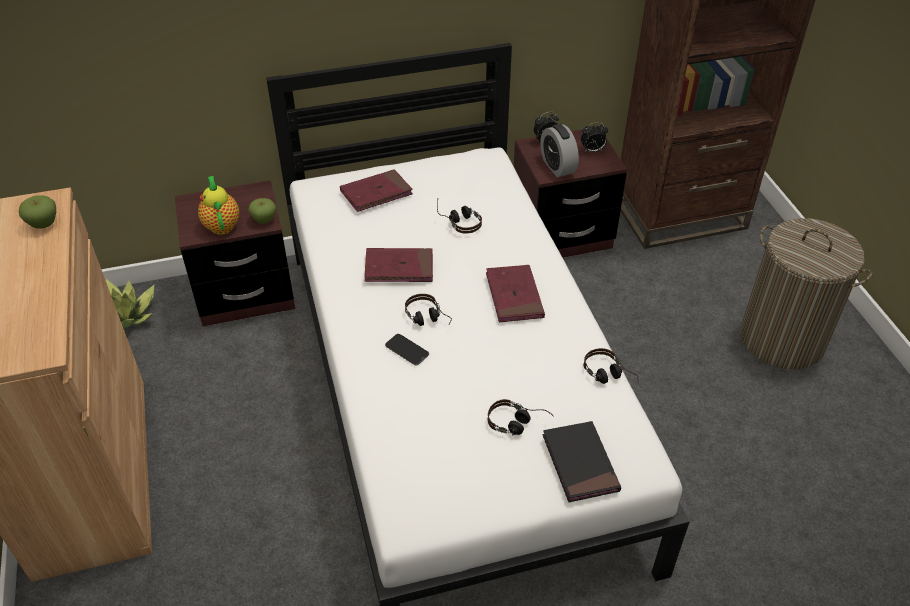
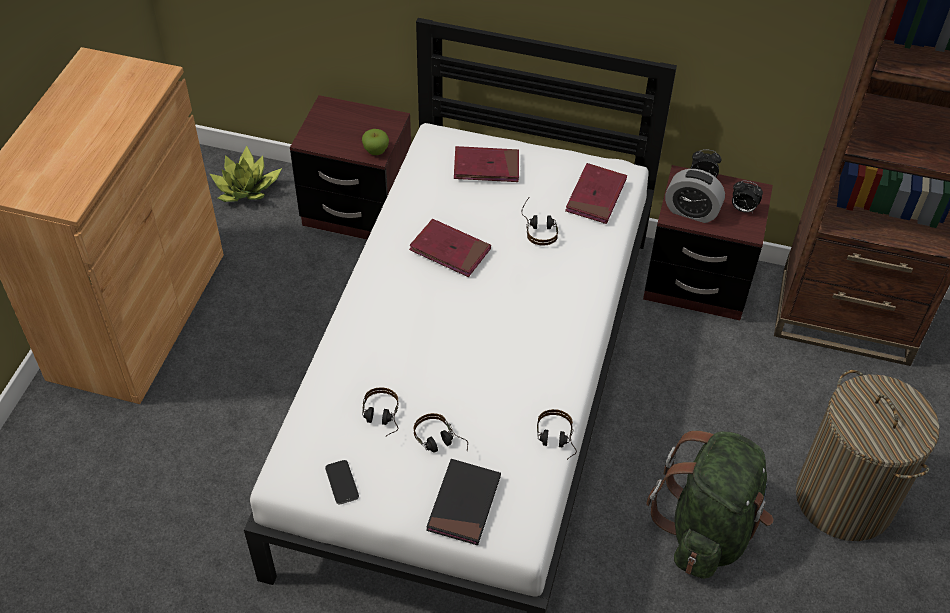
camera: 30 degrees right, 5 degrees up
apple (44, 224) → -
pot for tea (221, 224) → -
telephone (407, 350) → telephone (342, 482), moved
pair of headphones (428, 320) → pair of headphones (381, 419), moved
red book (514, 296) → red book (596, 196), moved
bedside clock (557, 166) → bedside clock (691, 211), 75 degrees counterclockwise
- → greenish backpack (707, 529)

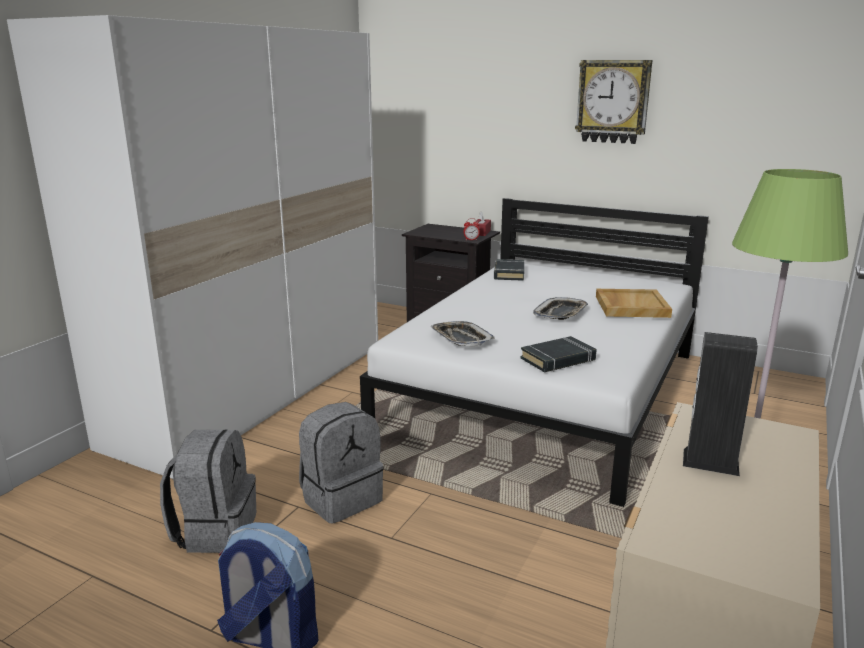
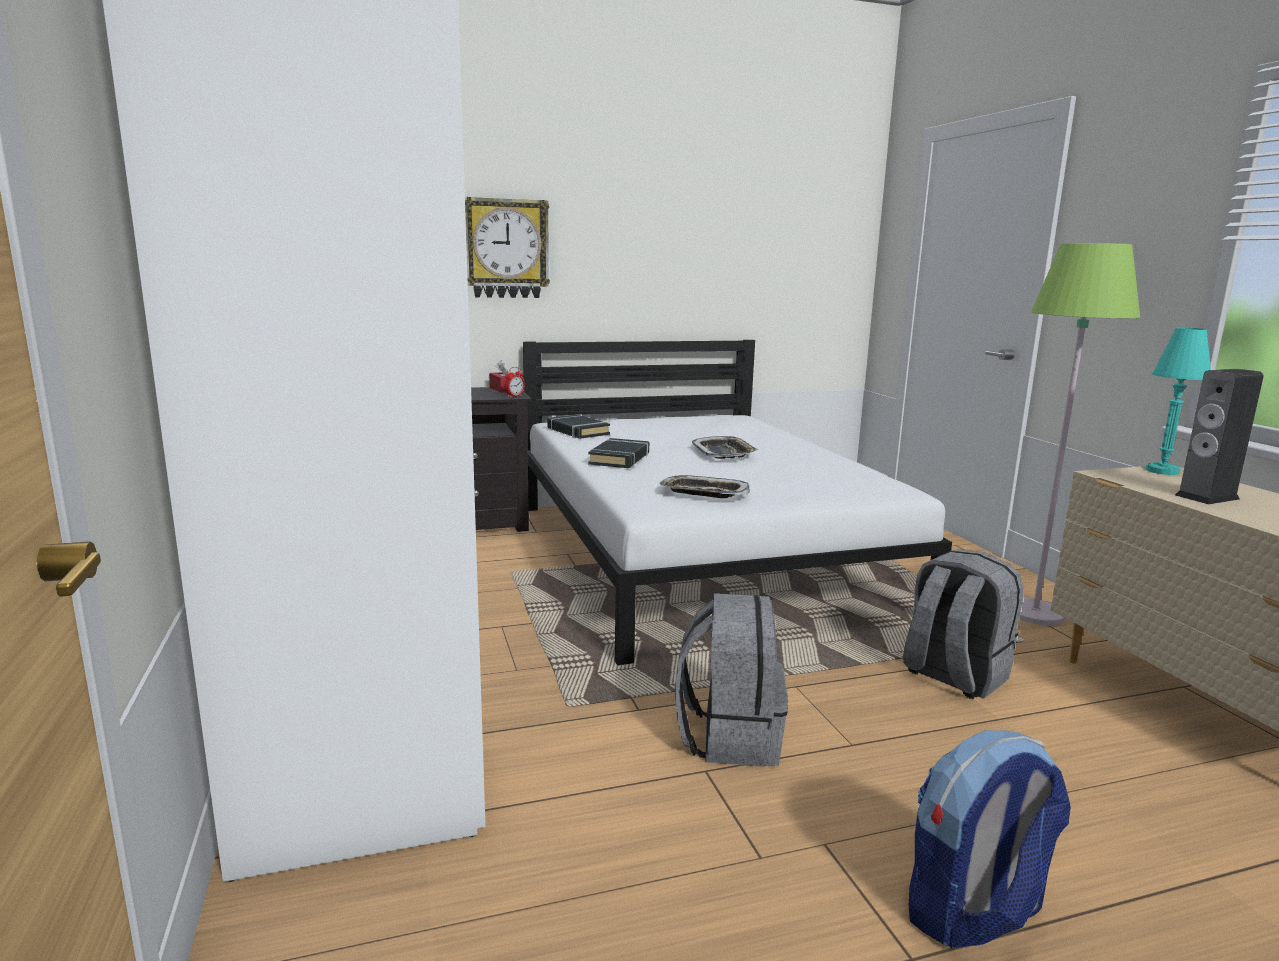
camera: 45 degrees left, 5 degrees down
greyish backpack (215, 530) → greyish backpack (953, 676), moved
black book (558, 359) → black book (620, 459), moved
clock on the wall (613, 101) → clock on the wall (506, 249), moved
sand-coloured tray (631, 306) → -
- → blue-green tabletop lamp (1162, 471)

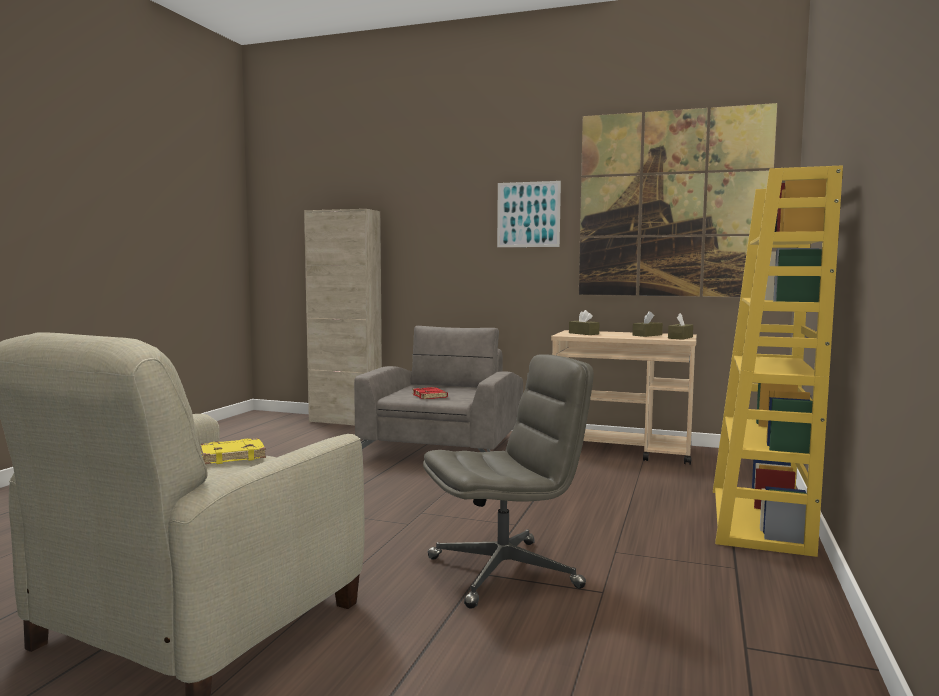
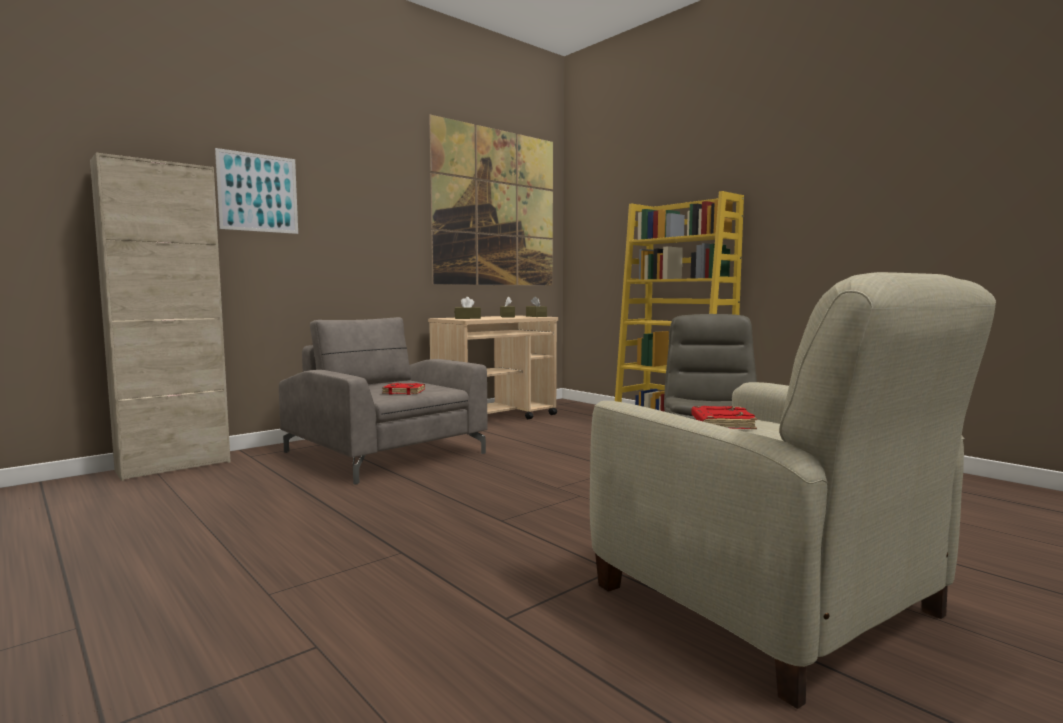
camera: 60 degrees left, 0 degrees up
yellow book (233, 456) → red book (721, 423)
wall picture (528, 214) → wall picture (258, 193), moved

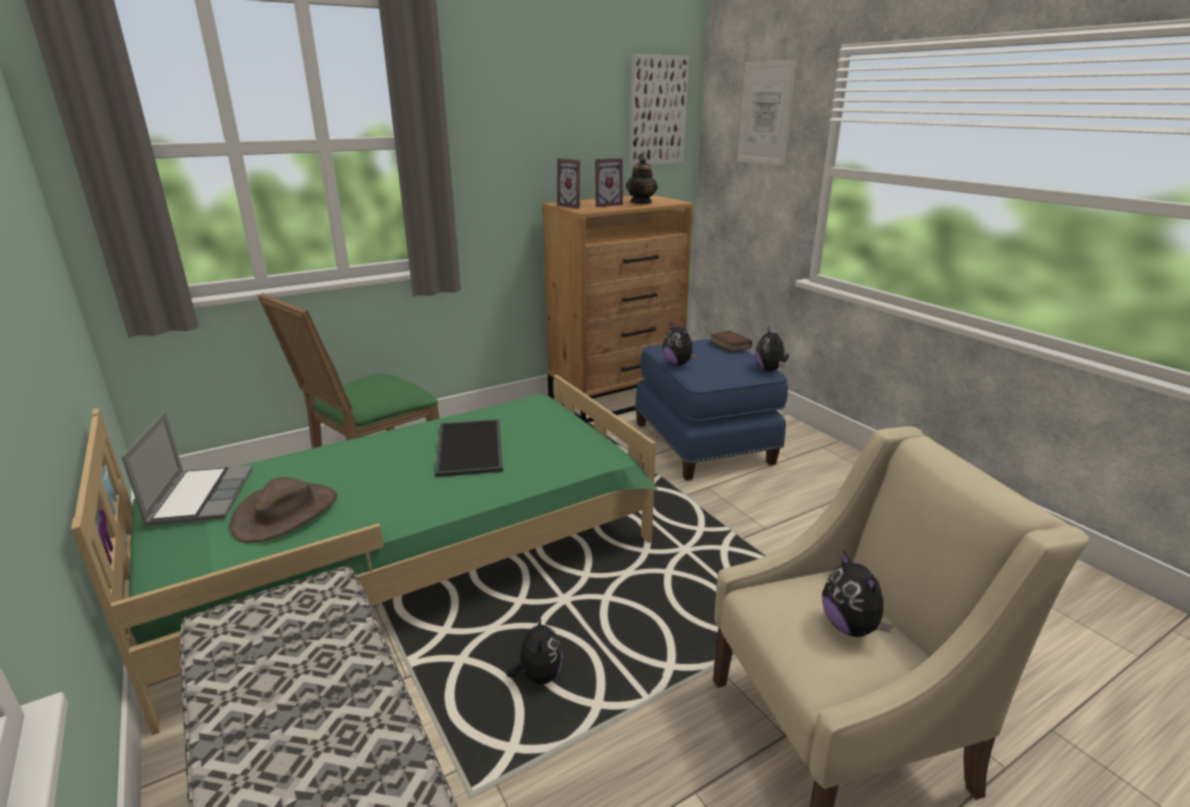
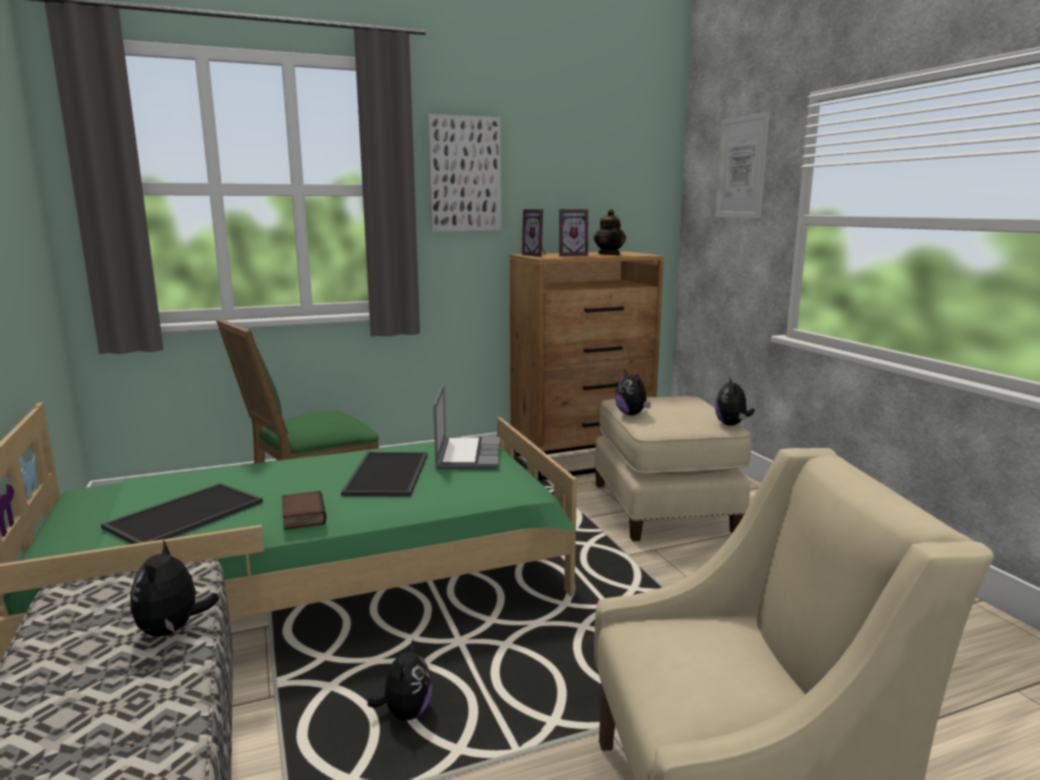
camera: 10 degrees right, 10 degrees down
laptop (200, 496) → laptop (467, 455), moved
brown clothing hat (286, 513) → tray (185, 514)
pot for tea (641, 202) → pot for tea (609, 254), 45 degrees counterclockwise
wall picture (657, 111) → wall picture (465, 174), moved
bluish footrest (705, 442) → sand-coloured footrest (665, 507)
book (728, 345) → book (301, 515), moved
plush toy (850, 627) → plush toy (173, 630), moved

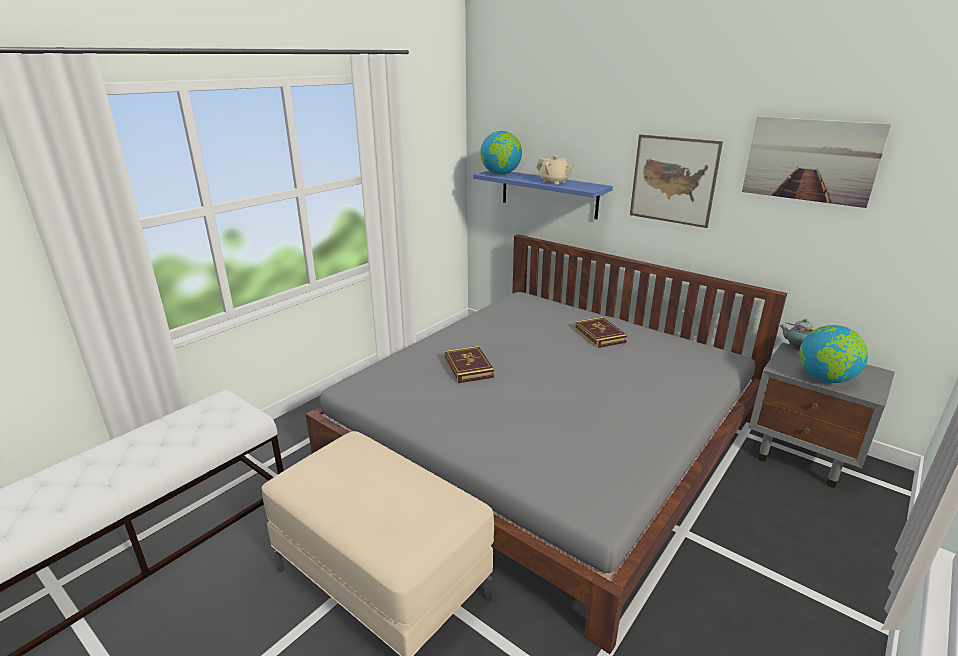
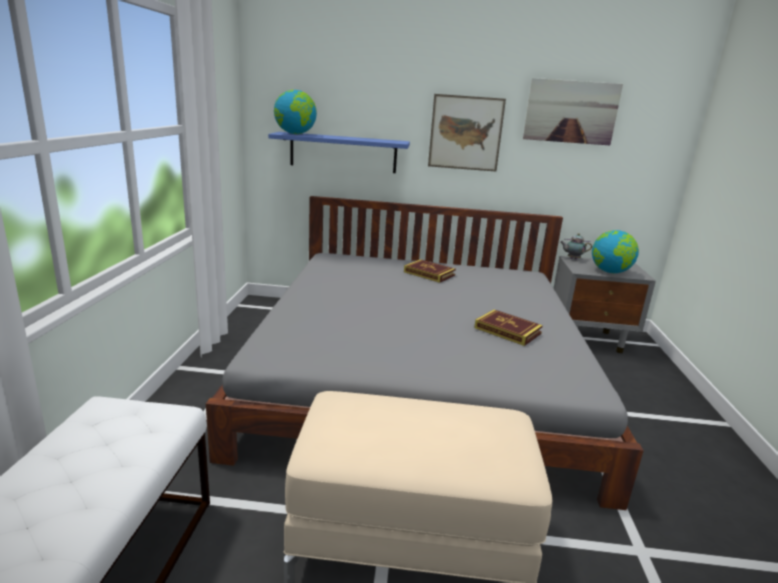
camera: 35 degrees left, 5 degrees down
book (468, 367) → book (507, 330), moved
sand-coloured pot for tea (554, 182) → -

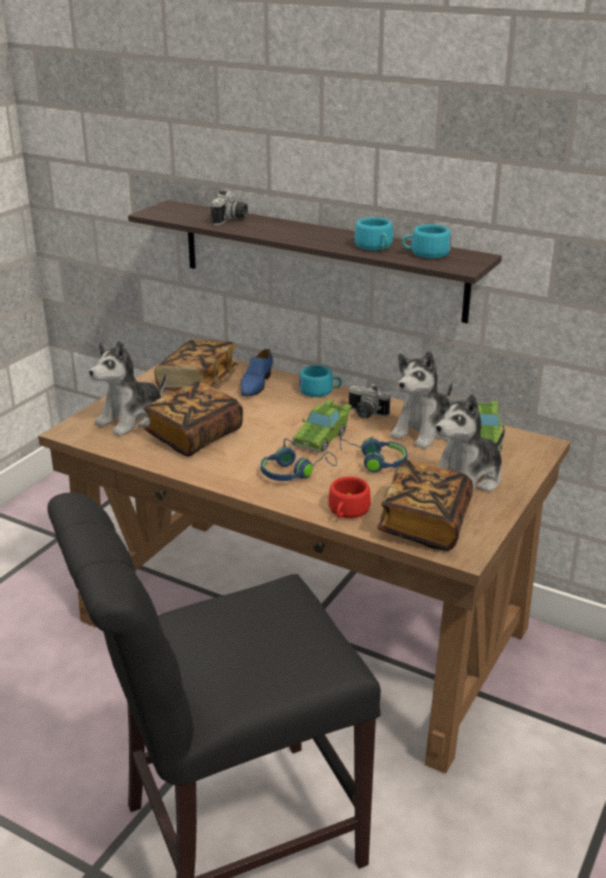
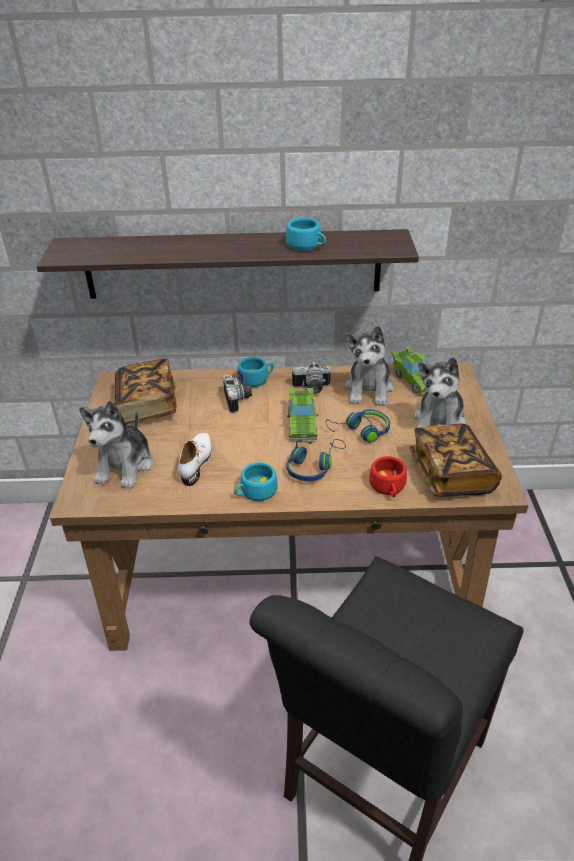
camera: 30 degrees left, 10 degrees up
book (194, 436) → whitish low shoe (197, 462)
photo camera (231, 220) → photo camera (239, 400), moved
bluish low shoe (255, 384) → -
blue-green drinking cup (425, 253) → blue-green drinking cup (255, 492), moved

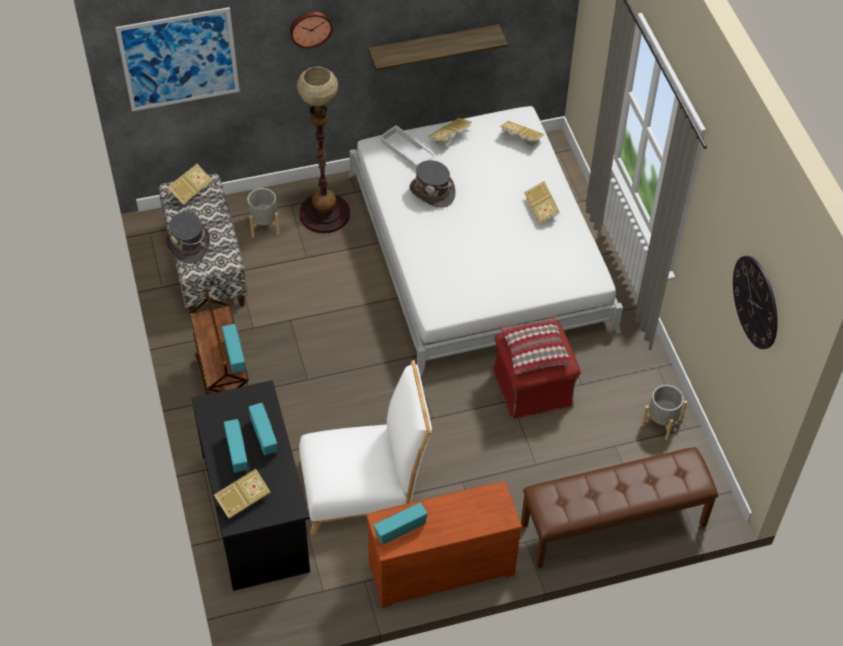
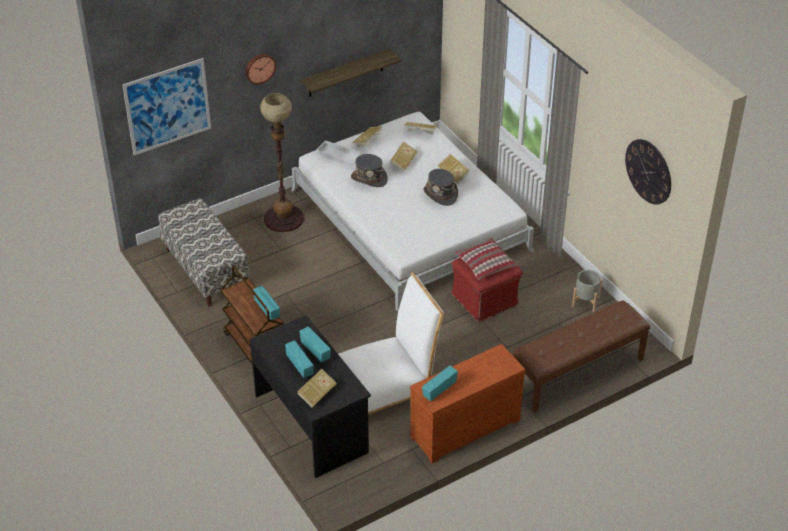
camera: 15 degrees left, 10 degrees down
greyish clothing hat (188, 244) → greyish clothing hat (440, 194), moved
book (190, 191) → book (403, 162), moved
greyish planter (264, 225) → -

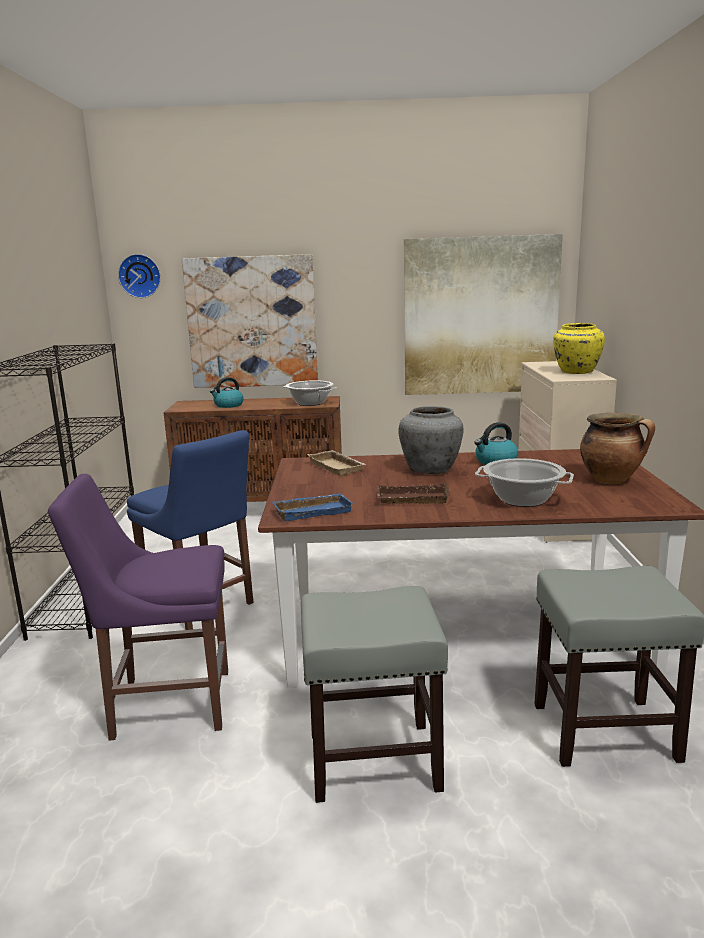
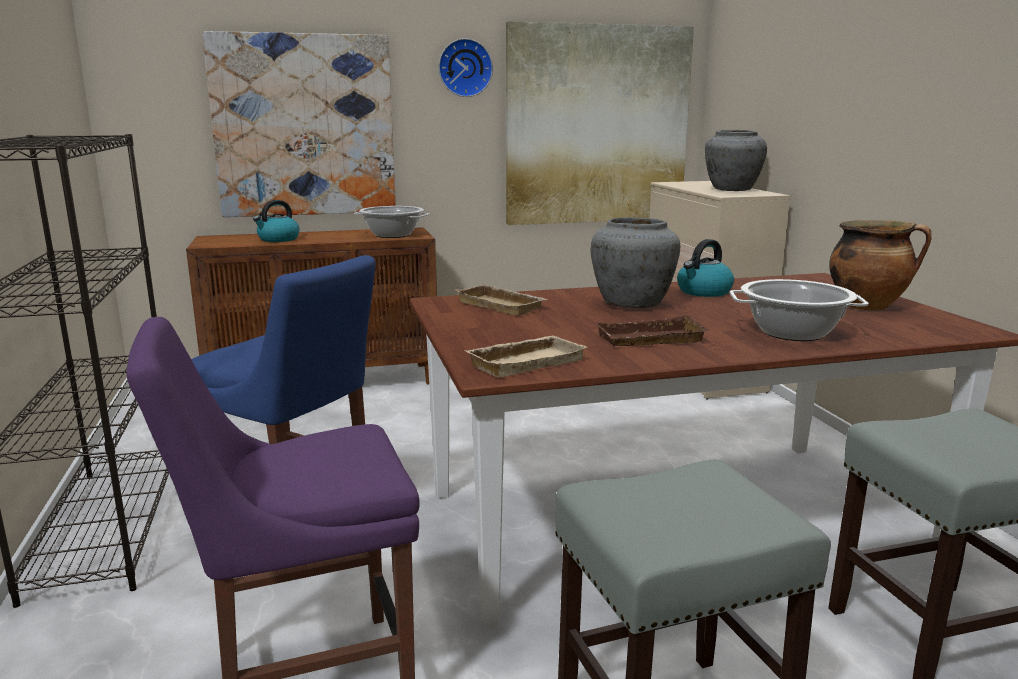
camera: 15 degrees left, 0 degrees up
clock on the wall (140, 276) → clock on the wall (464, 68), moved
bluish tray (313, 511) → sand-coloured tray (525, 362)
yellow flower vase (576, 372) → greyish flower vase (731, 189)

